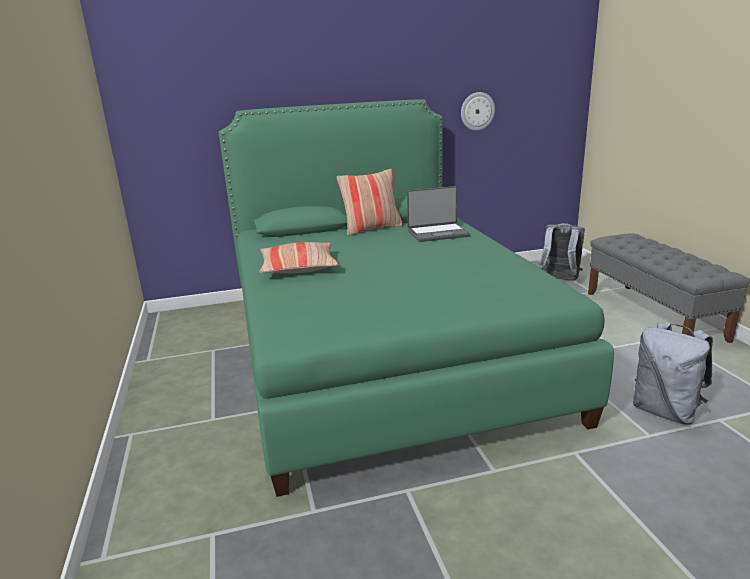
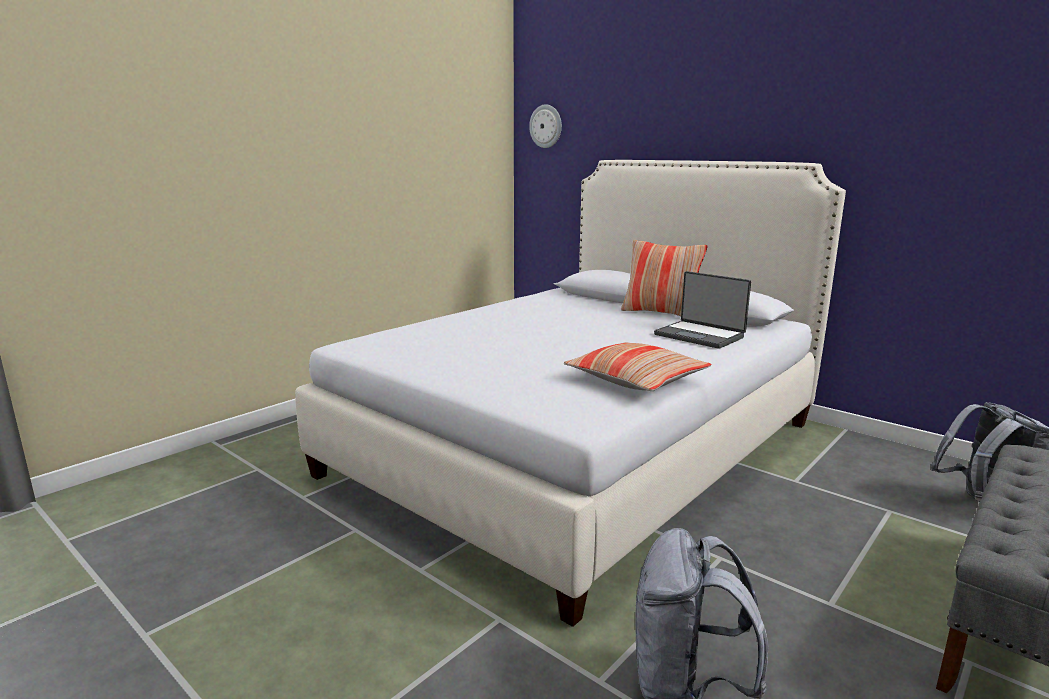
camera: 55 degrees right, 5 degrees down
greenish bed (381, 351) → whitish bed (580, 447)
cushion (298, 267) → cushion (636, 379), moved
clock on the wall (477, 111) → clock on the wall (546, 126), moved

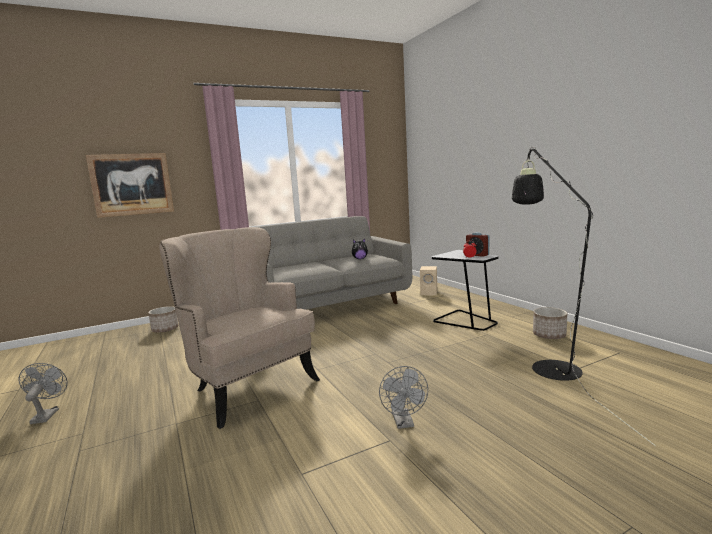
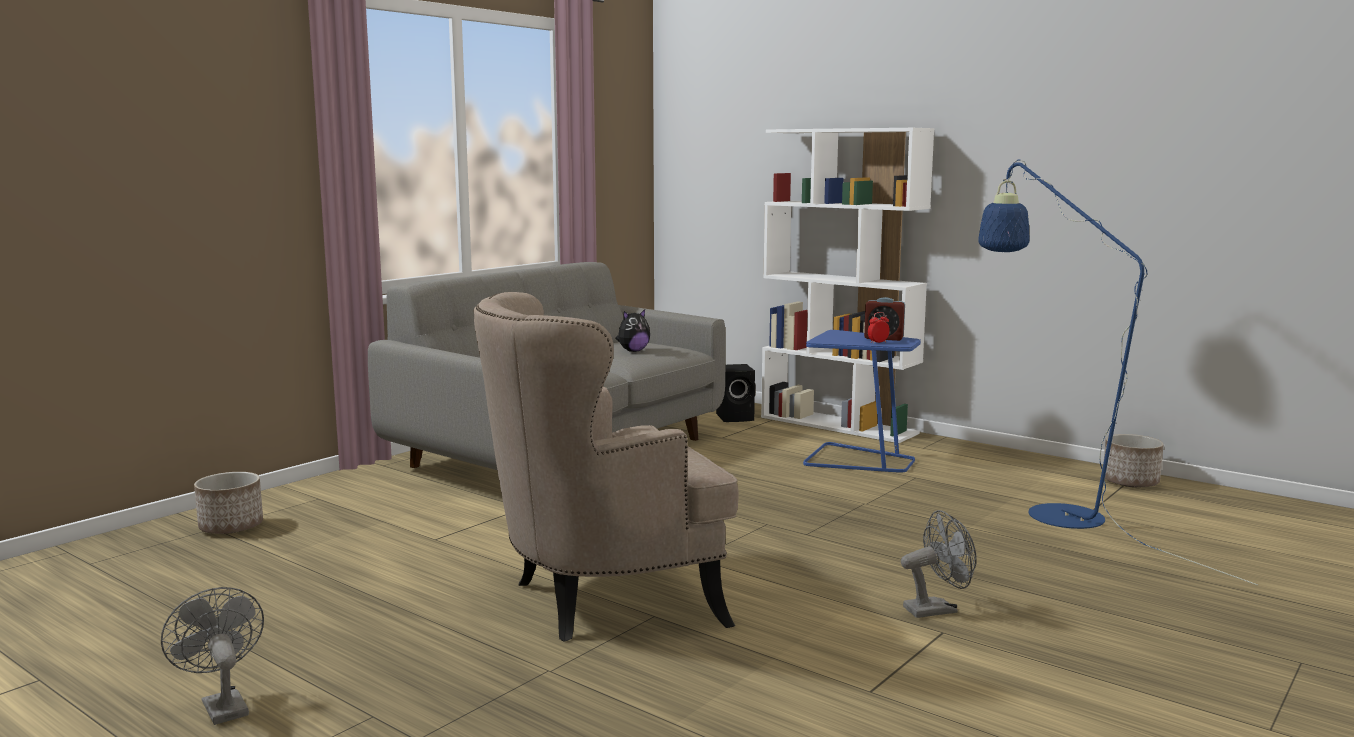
camera: 25 degrees left, 0 degrees up
wall picture (132, 184) → -
sand-coloured armchair (247, 386) → sand-coloured armchair (601, 600), 45 degrees counterclockwise
greyish fan (404, 423) → greyish fan (937, 609), 75 degrees counterclockwise
sand-coloured loudspeaker (429, 293) → black loudspeaker (736, 417)
black end table (466, 321) → bluish end table (858, 460)
black standard lamp (549, 364) → bluish standard lamp (1050, 510)
planter (549, 335) → planter (1131, 482), moved
- → whitish shelving unit (839, 425)

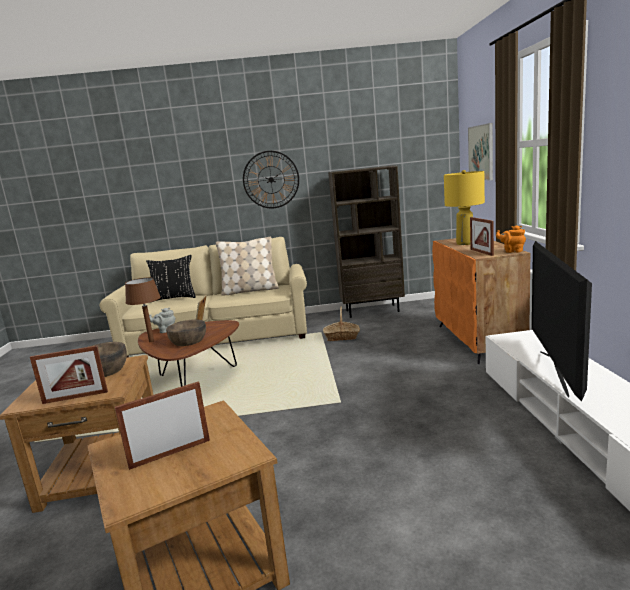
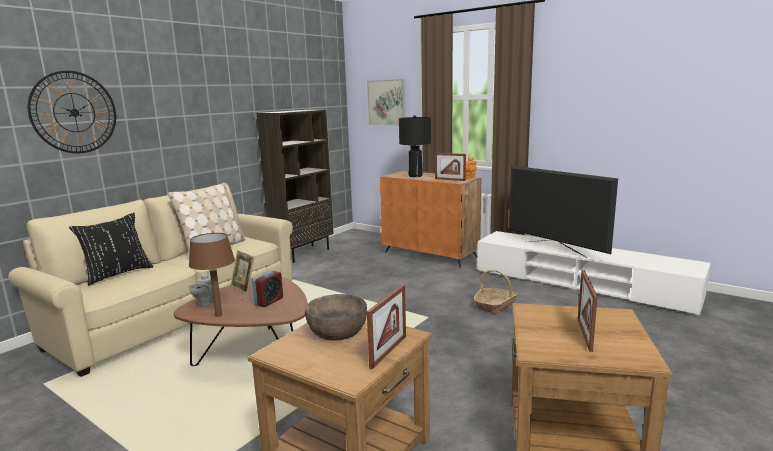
camera: 50 degrees left, 0 degrees up
brown deep dish (188, 341) → bedside clock (269, 301)
clock on the wall (271, 179) → clock on the wall (74, 112), moved
storage basket (342, 337) → storage basket (495, 306), moved
yellow tabletop lamp (465, 243) → black tabletop lamp (415, 176)

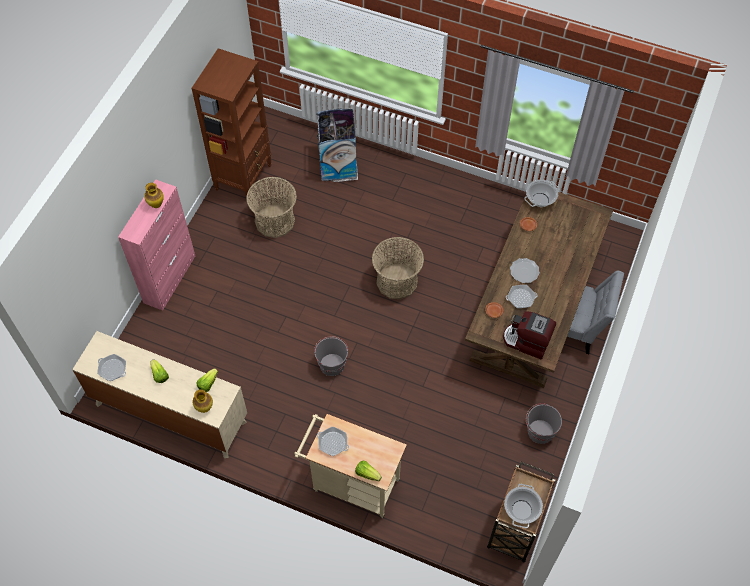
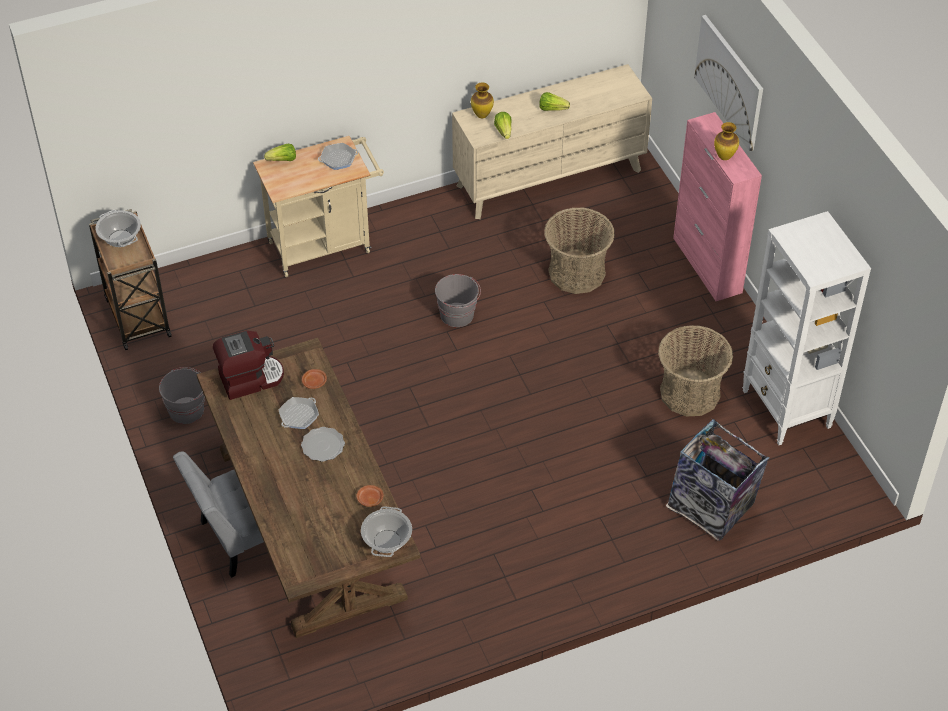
camera: 135 degrees right, 10 degrees down
pan (112, 369) → -
brown shelving unit (244, 177) → whitish shelving unit (786, 410)
storage basket (397, 281) → storage basket (576, 273), moved
- → wall picture (729, 82)

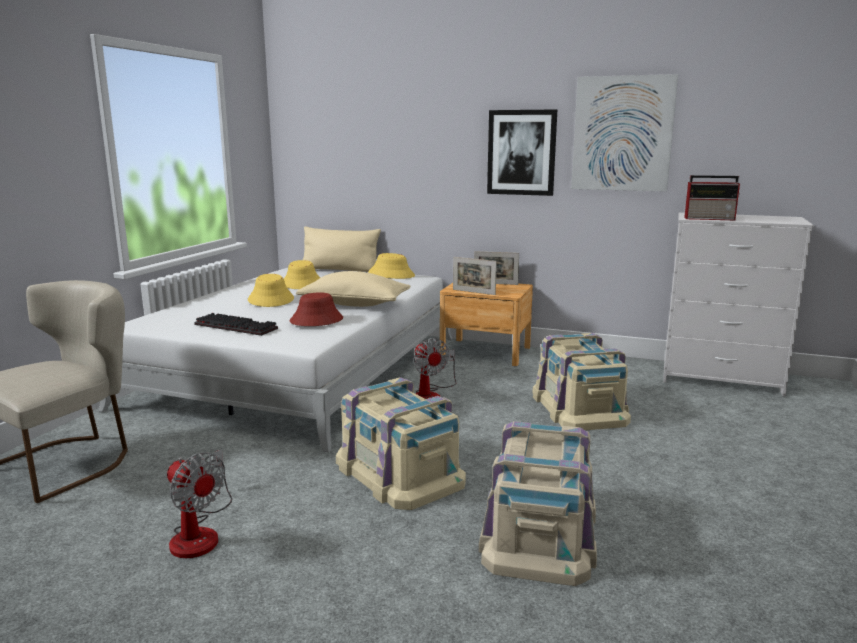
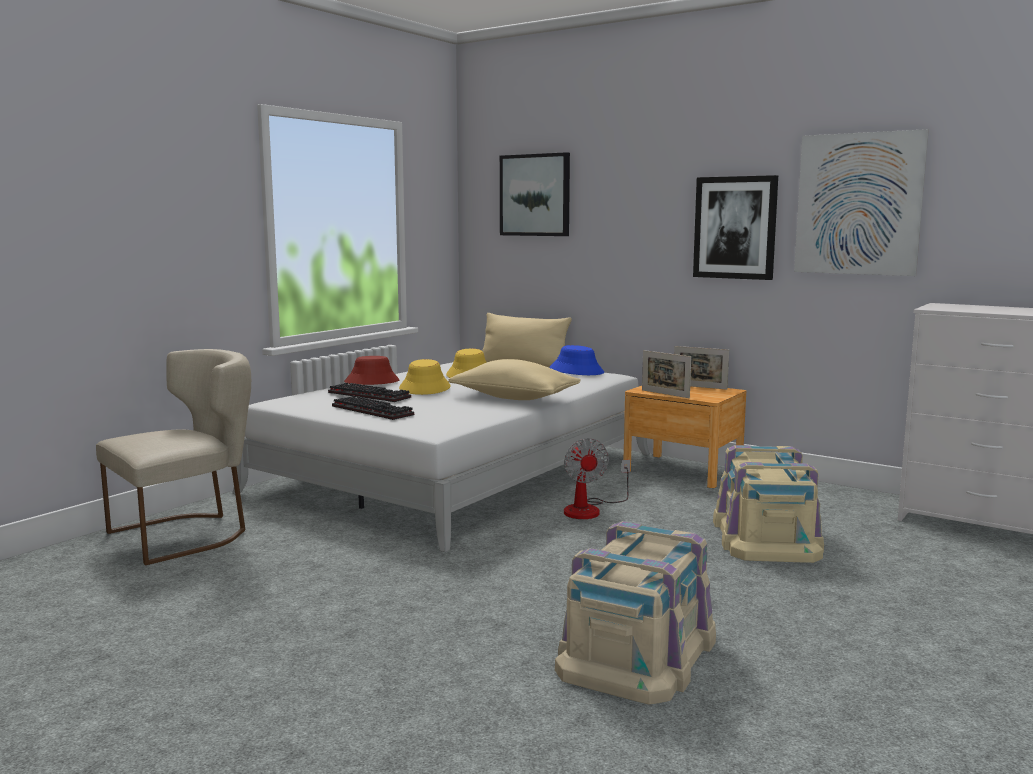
camera: 15 degrees right, 5 degrees down
fan (200, 533) → -
red clothing hat (316, 320) → red clothing hat (372, 382), moved
sand-coloured storage bin (399, 471) → -
yellow clothing hat (391, 274) → bluish clothing hat (576, 371)
radio (710, 219) → -
- → keyboard (371, 395)
- → wall picture (535, 195)

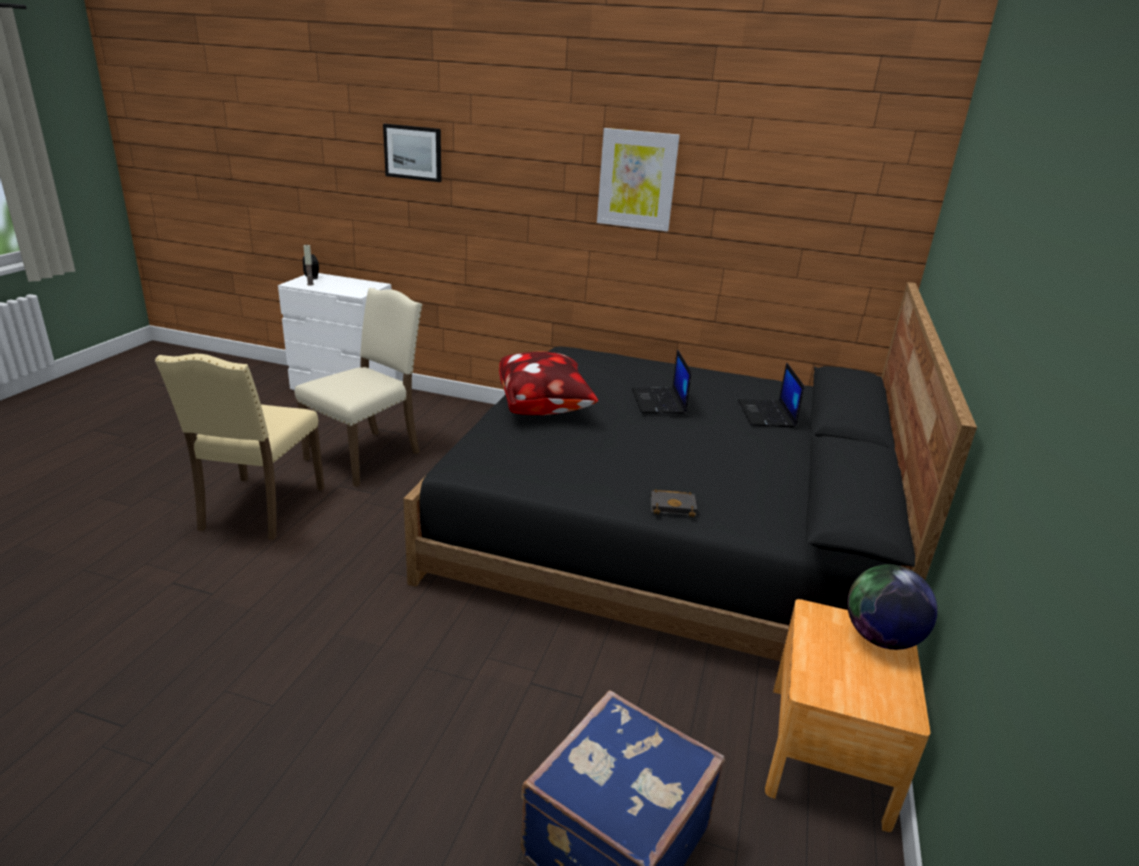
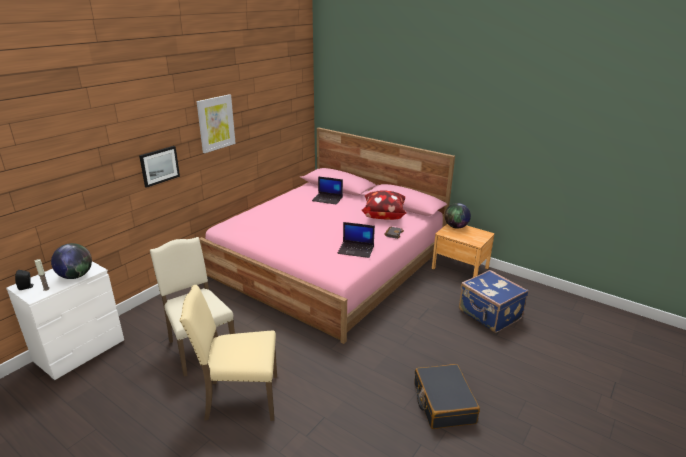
camera: 70 degrees left, 0 degrees up
sand-coloured upright chair (259, 509) → sand-coloured upright chair (240, 398), 150 degrees clockwise
wall picture (413, 152) → wall picture (159, 166), moved
black bed (668, 525) → pinkish bed (329, 264)
cushion (544, 408) → cushion (383, 215), moved
laptop (659, 402) → laptop (356, 250), moved
- → world globe (75, 276)
- → black piece of luggage (443, 403)

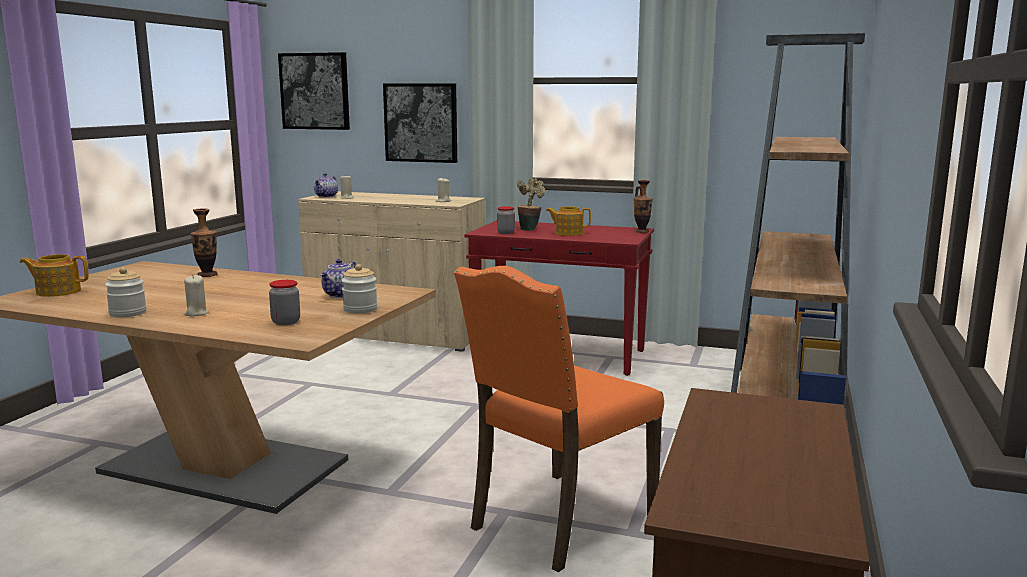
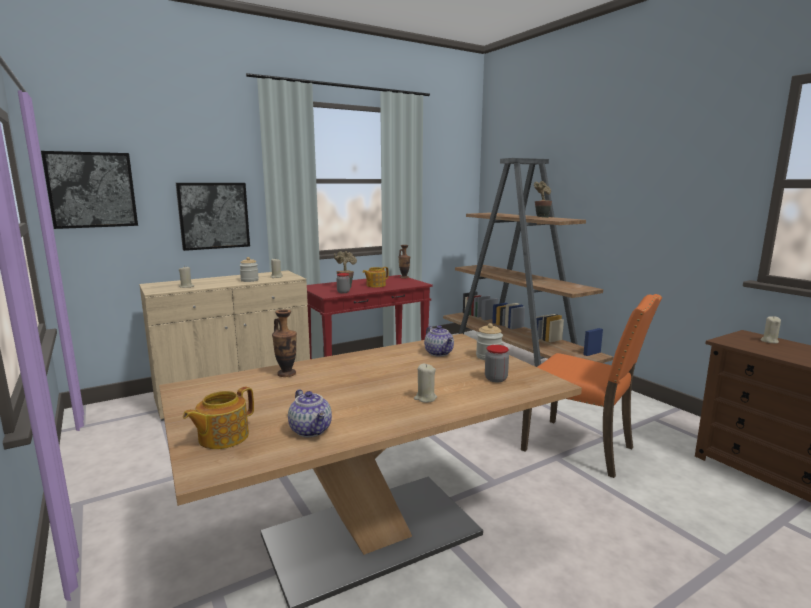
camera: 50 degrees left, 0 degrees up
preserve jar (128, 313) → preserve jar (249, 280), moved
pot for tea (326, 196) → pot for tea (312, 430), moved
orange upright chair (558, 521) → orange upright chair (581, 448), 45 degrees counterclockwise
- → plant in a pot (541, 217)
- → sand-coloured candle (769, 341)

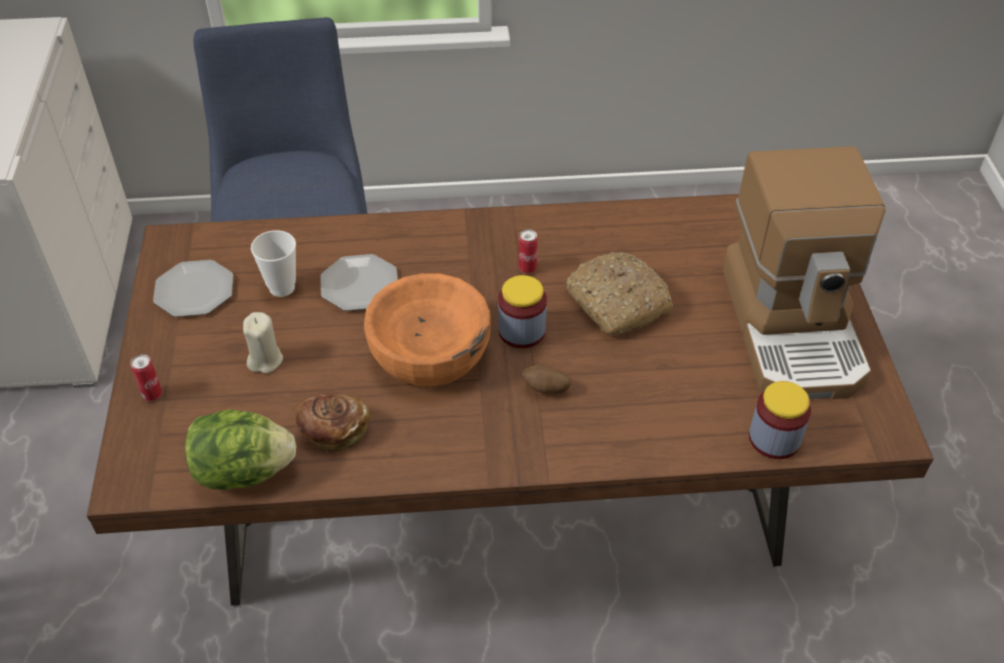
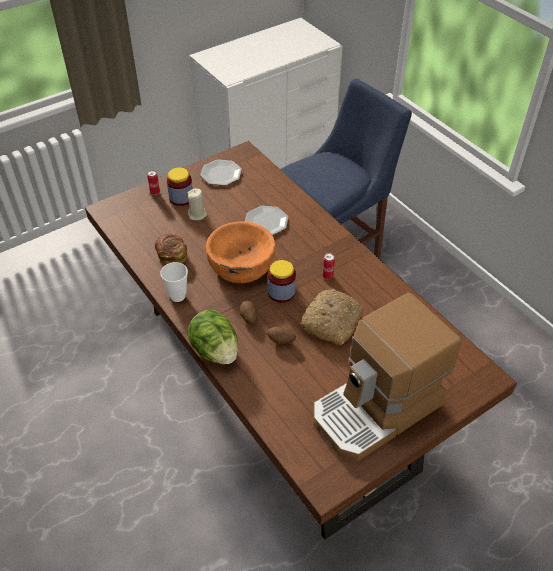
camera: 60 degrees right, 0 degrees up
lettuce head (243, 472) → lettuce head (215, 350), moved
drinking cup (282, 287) → drinking cup (177, 296), moved
preserve jar (774, 439) → preserve jar (181, 198), moved
- → spud (281, 341)

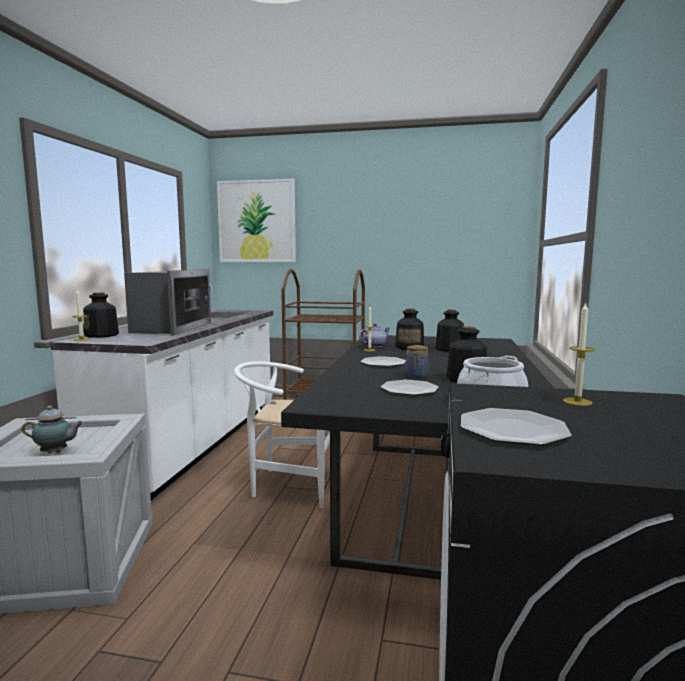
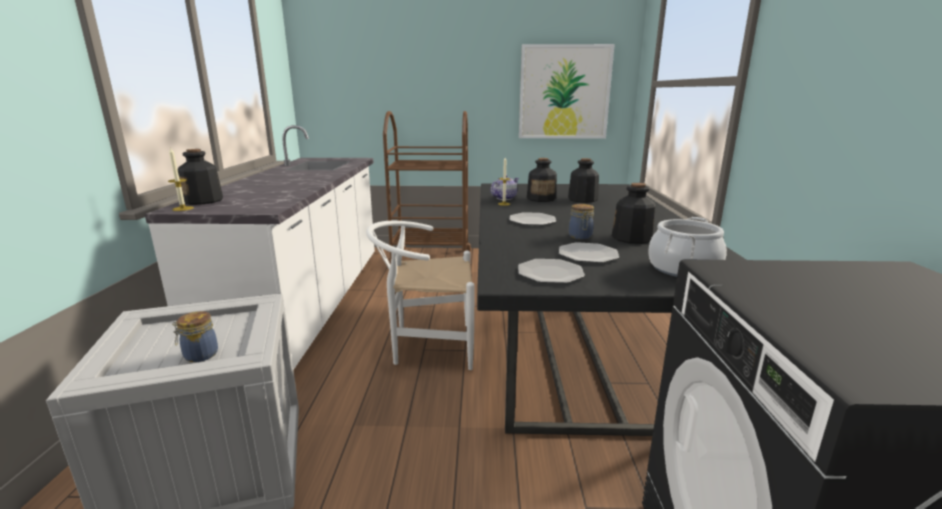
camera: 10 degrees left, 10 degrees up
pot for tea (56, 452) → preserve jar (199, 355)
microwave oven (171, 328) → -
wall picture (257, 221) → wall picture (564, 92), moved
dinner plate (512, 429) → dinner plate (550, 273), moved
candle (577, 402) → -

